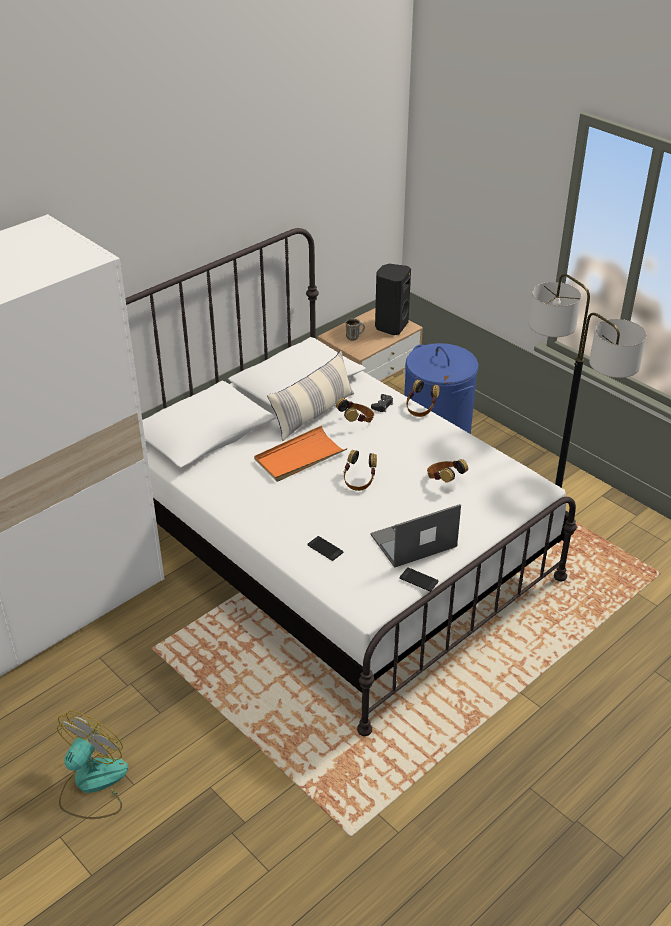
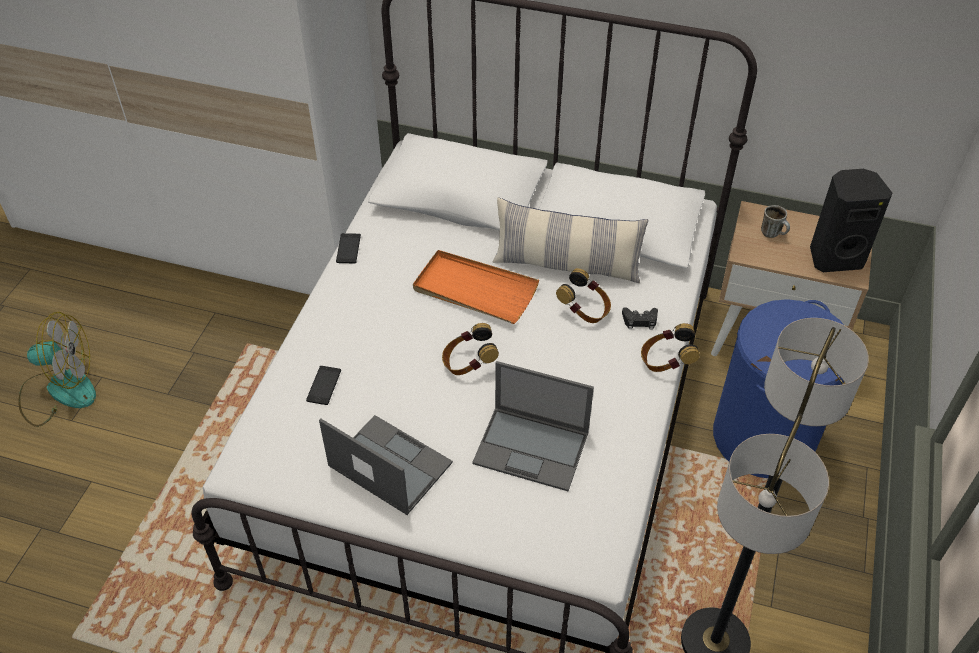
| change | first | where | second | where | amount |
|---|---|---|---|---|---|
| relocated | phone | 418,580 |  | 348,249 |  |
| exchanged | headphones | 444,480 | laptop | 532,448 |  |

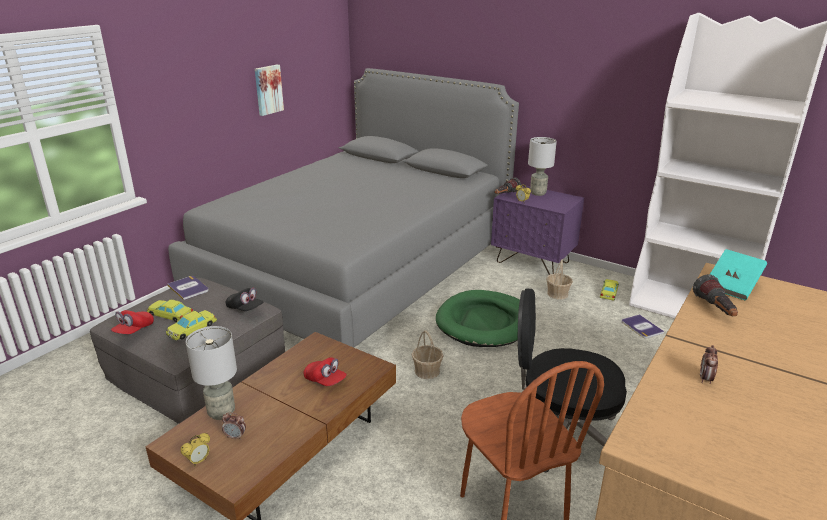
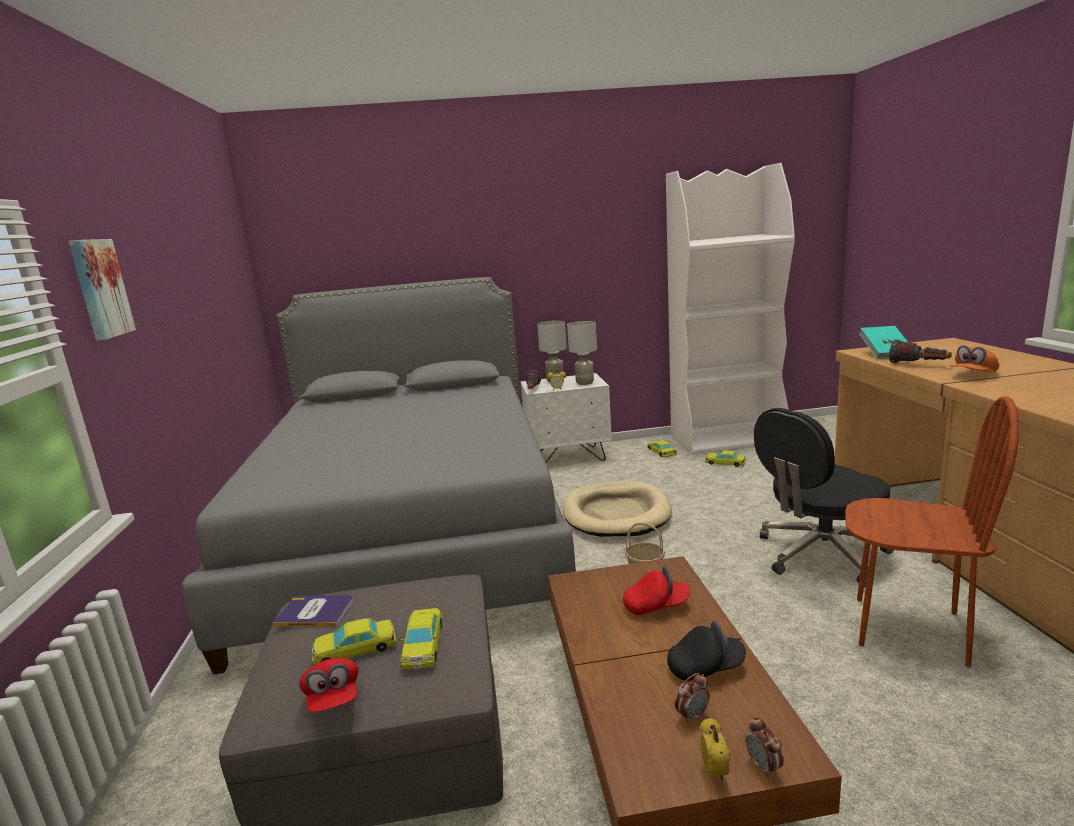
| change | first | where | second | where | amount |
|---|---|---|---|---|---|
| relocated | grey table lamp | 222,413 |  | 585,383 |  |
| relocated | black cap | 245,308 |  | 706,667 |  |
| relocated | picture | 268,89 |  | 99,288 |  |
| colour | green dog bed | 484,322 | beige dog bed | 616,514 |  |
| colour | purple nightstand | 533,263 | white nightstand | 568,457 |  |
| missing | basket | 557,294 |  |  |  |
| exchanged | book | 641,327 | yellow toy car | 725,462 |  |
| relocated | alarm clock | 705,379 |  | 763,767 |  |
| appeared |  |  | orange cap | 973,375 |  |

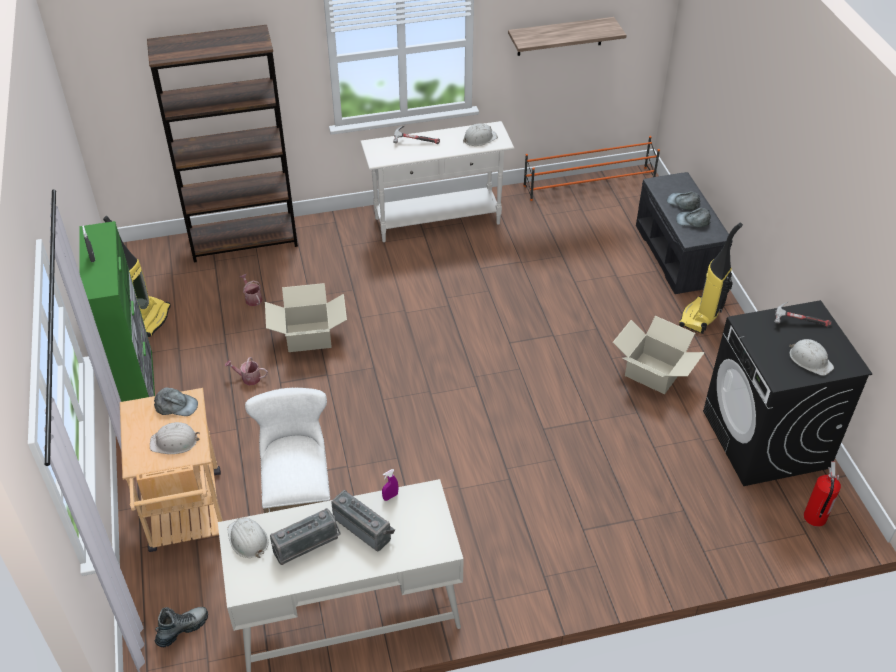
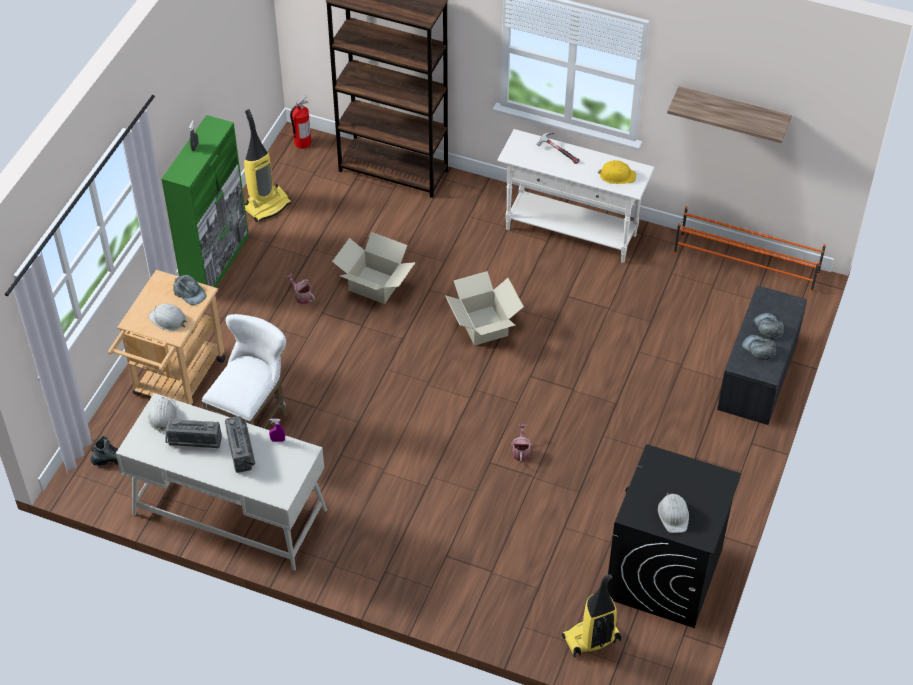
| change | first | where | second | where | amount |
|---|---|---|---|---|---|
| relocated | watering can | 252,298 |  | 521,451 |  |
| colour | white hard hat | 479,138 | yellow hard hat | 617,175 |  |
| relocated | cardboard box | 653,372 |  | 484,325 |  |
| relocated | vacuum cleaner | 701,317 |  | 591,639 |  |
| missing | hammer | 799,322 |  |  |  |
| relocated | fire extinguisher | 814,517 |  | 302,143 |  |

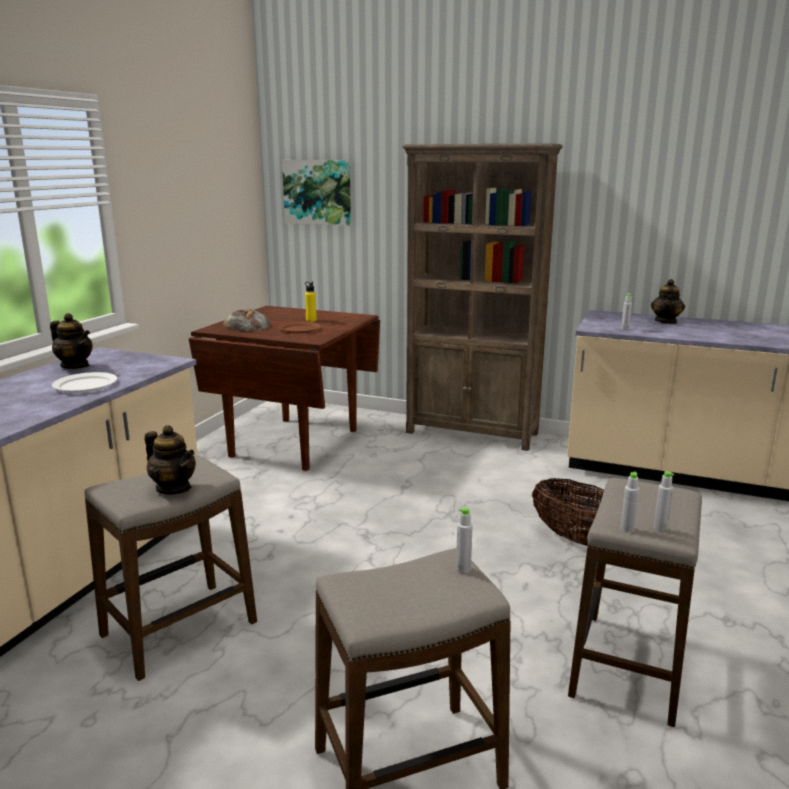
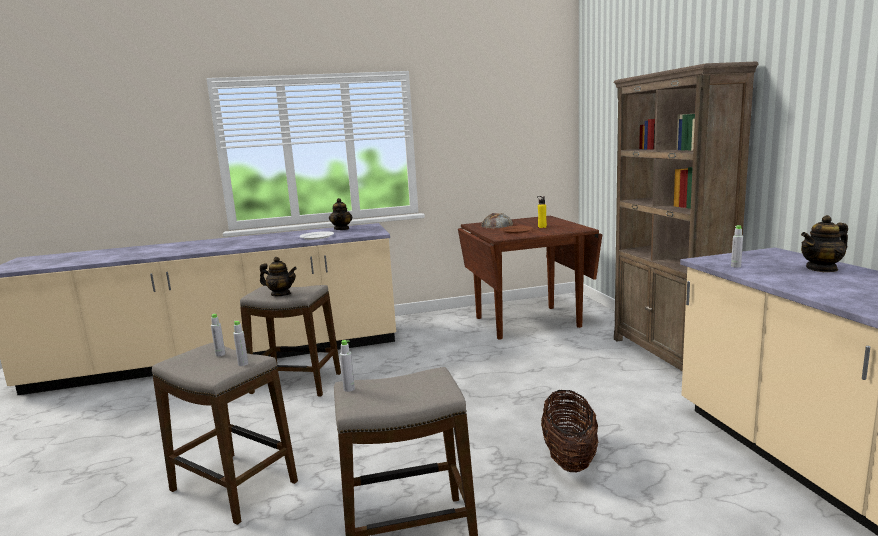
| change | first | where | second | where | amount |
|---|---|---|---|---|---|
| spun | teapot | 174,488 |  | 281,294 | 75 degrees counterclockwise |
| missing | picture | 317,192 |  |  |  |
| relocated | grey bottle | 660,527 |  | 220,354 |  |

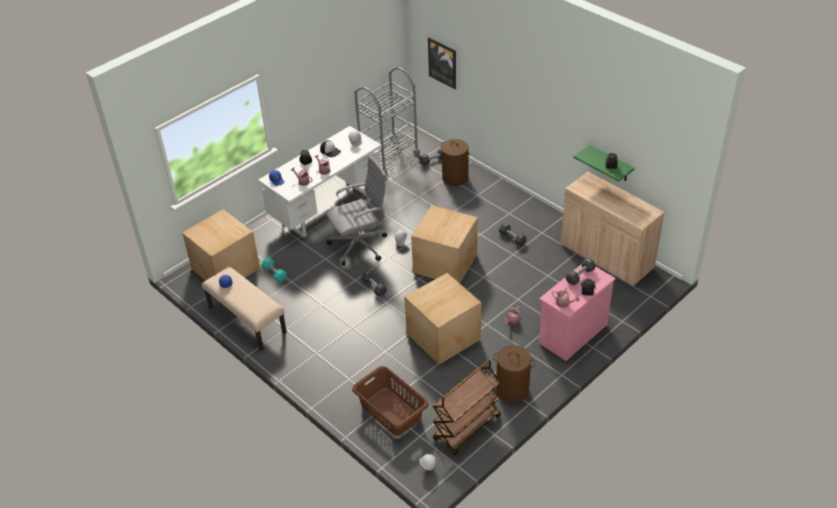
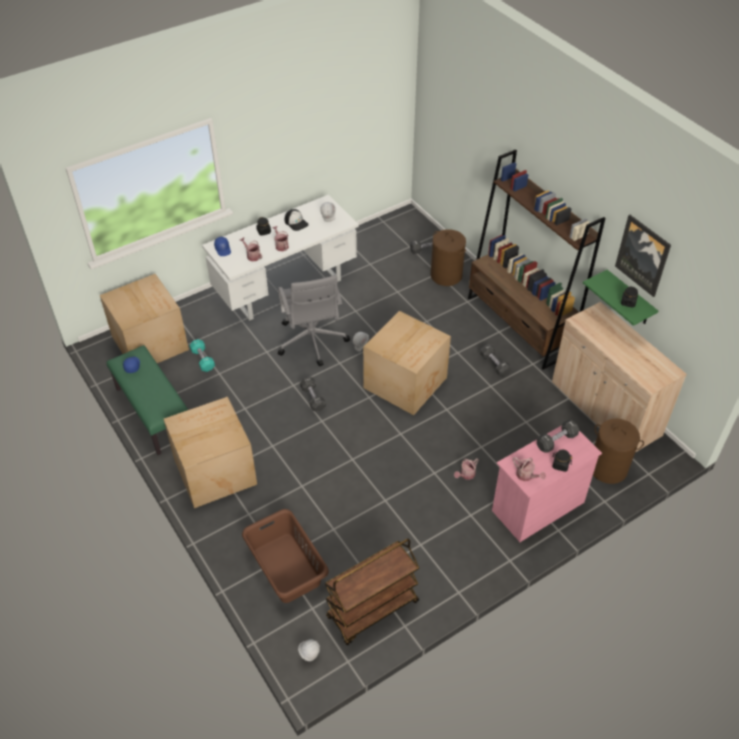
| change | first | where | second | where | amount |
|---|---|---|---|---|---|
| colour | beige bench | 246,320 | green bench | 153,413 |  |
| spun | grey office chair | 360,245 |  | 312,342 | 90 degrees clockwise |
| missing | grey cart | 389,156 |  |  |  |
| relocated | cardboard box | 442,336 |  | 213,471 |  |
| relocated | picture | 442,62 |  | 643,255 |  |
| relocated | brown laundry basket | 512,389 |  | 608,468 |  |
| appeared |  |  | brown bookcase | 519,325 |  |

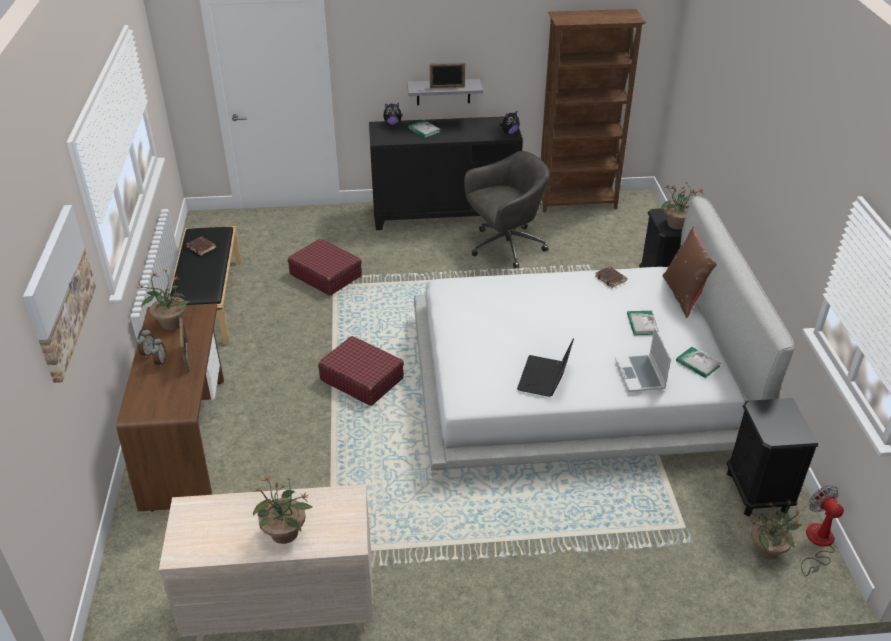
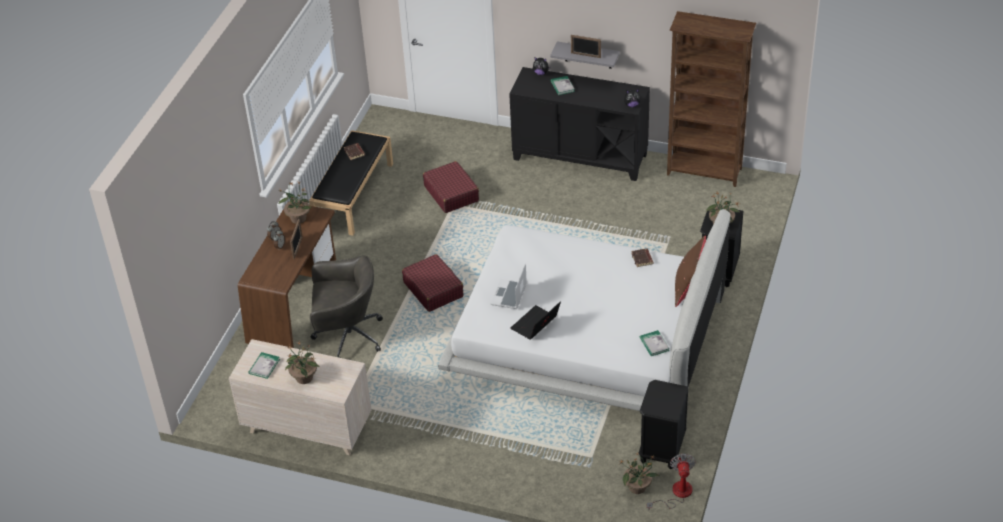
| change | first | where | second | where | amount |
|---|---|---|---|---|---|
| missing | picture | 58,291 |  |  |  |
| relocated | grey office chair | 505,247 |  | 347,336 |  |
| relocated | laptop | 640,375 |  | 509,295 |  |
| relocated | book | 642,324 |  | 264,366 |  |

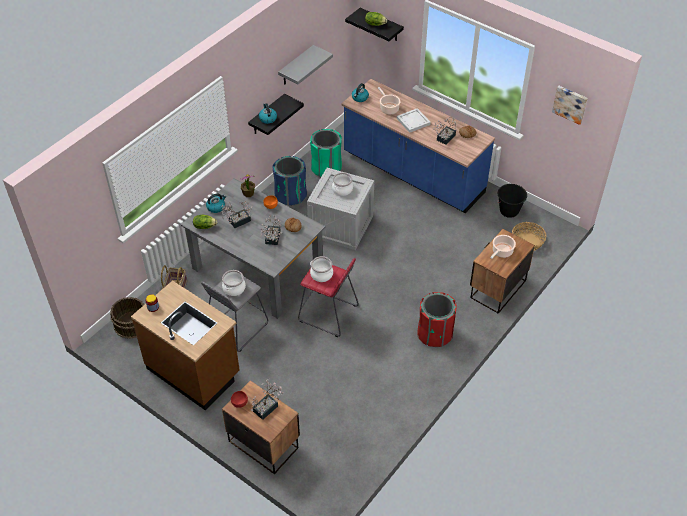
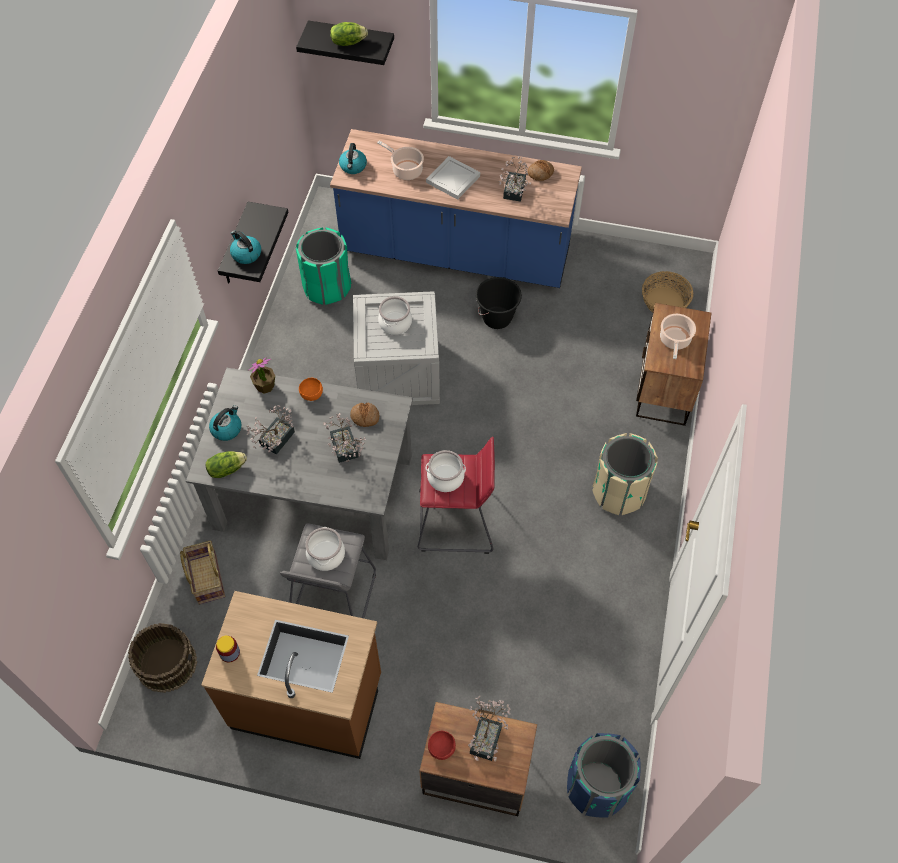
| change | first | where | second | where | amount |
|---|---|---|---|---|---|
| relocated | blue trash can | 290,195 |  | 597,786 |  |
| missing | grey shelf | 296,66 |  |  |  |
| colour | red trash can | 435,334 | beige trash can | 619,492 |  |
| relocated | black bucket | 509,211 |  | 497,318 |  |
| missing | picture | 570,104 |  |  |  |

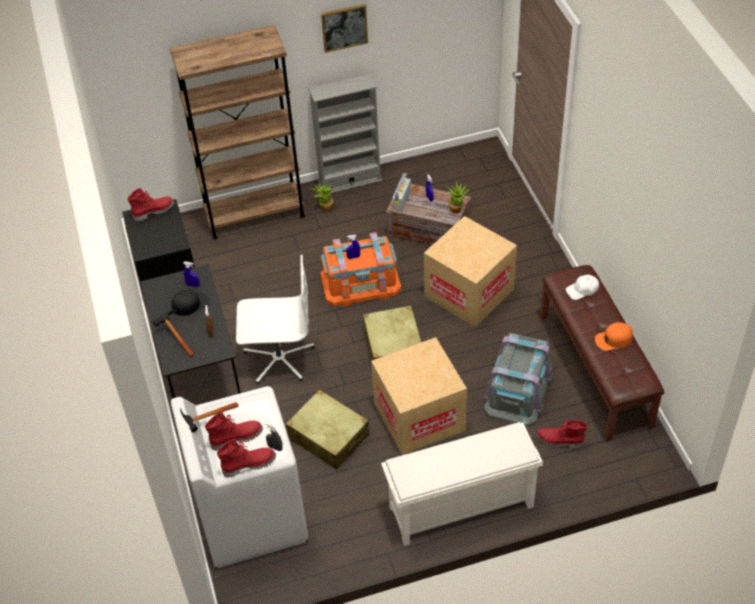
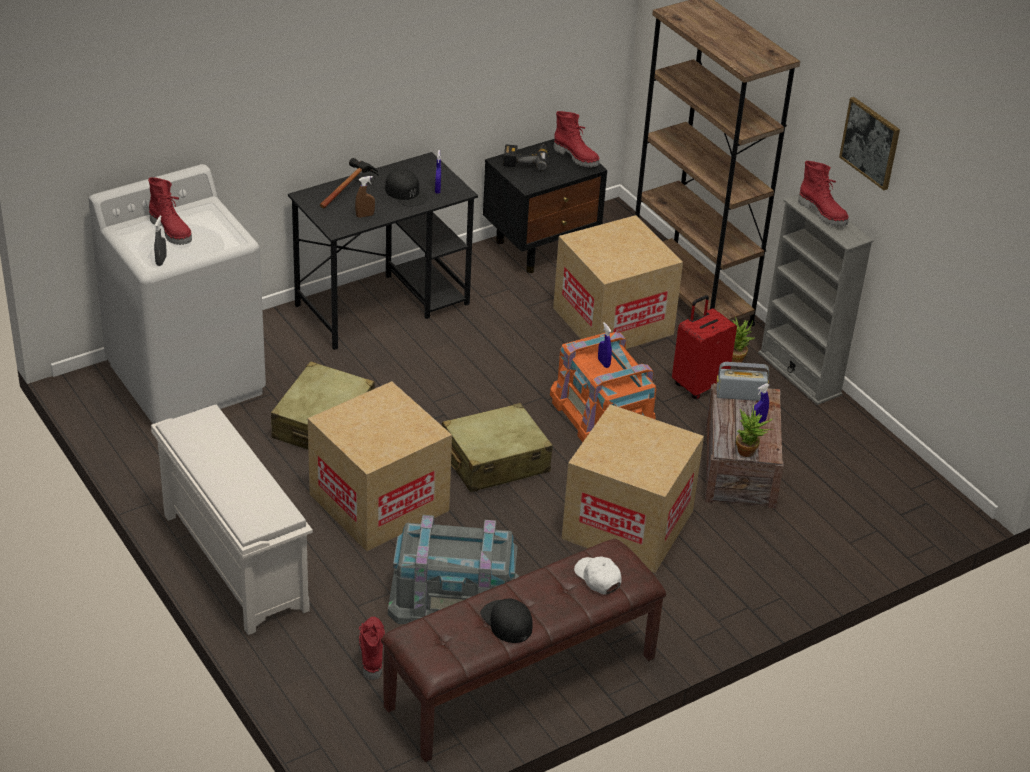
| change | first | where | second | where | amount |
|---|---|---|---|---|---|
| missing | hammer | 205,423 |  |  |  |
| relocated | red boot | 249,464 |  | 823,213 |  |
| missing | white office chair | 279,358 |  |  |  |
| colour | orange cap | 613,339 | black cap | 506,621 |  |
| appeared |  |  | power drill | 526,160 |  |
| appeared |  |  | cardboard box | 613,321 |  |
| appeared |  |  | red suitcase | 698,385 |  |

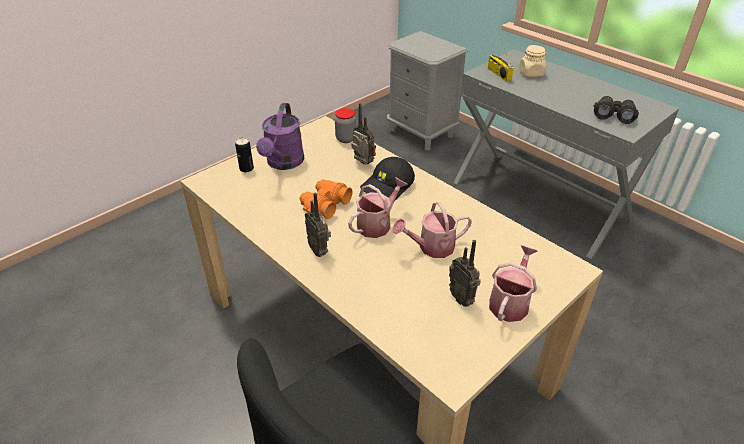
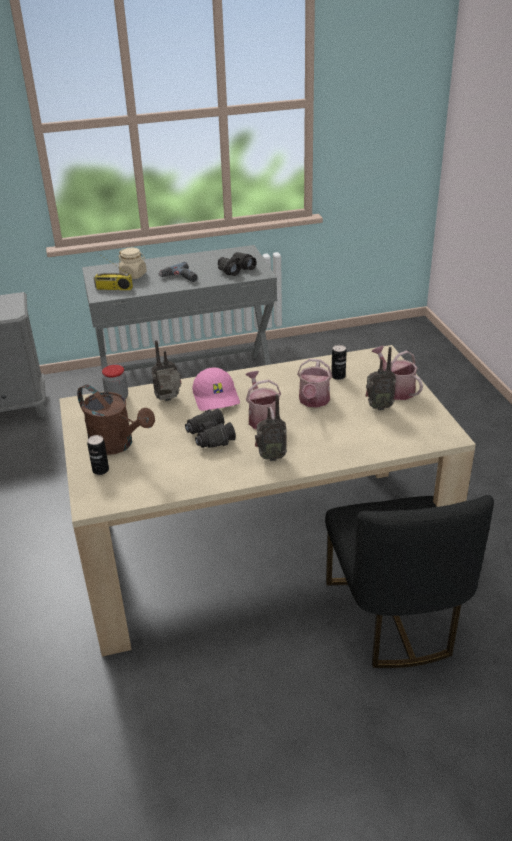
| change | first | where | second | where | amount |
|---|---|---|---|---|---|
| colour | purple watering can | 283,163 | brown watering can | 117,445 |  |
| colour | orange binoculars | 325,205 | black binoculars | 209,437 |  |
| colour | black cap | 388,187 | pink cap | 217,397 |  |
| appeared |  |  | power drill | 179,278 |  |
| appeared |  |  | can | 338,376 |  |

